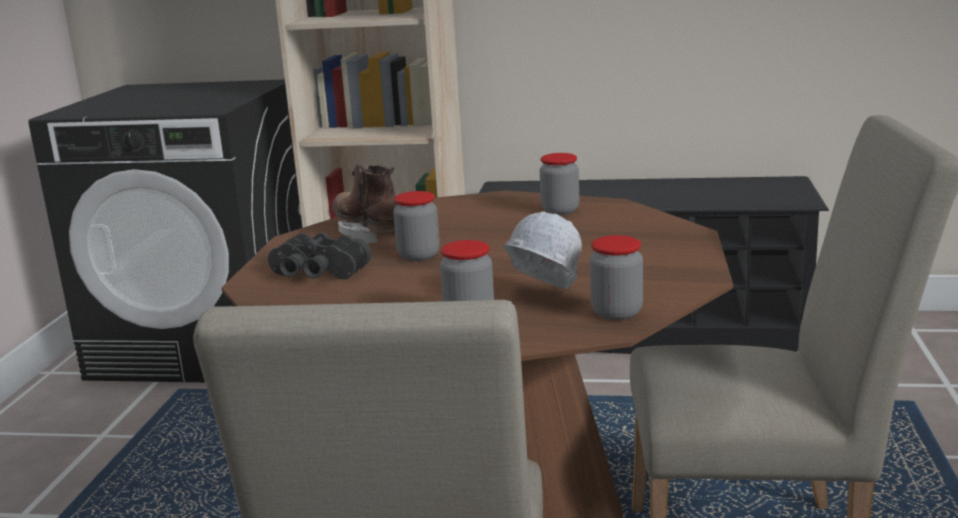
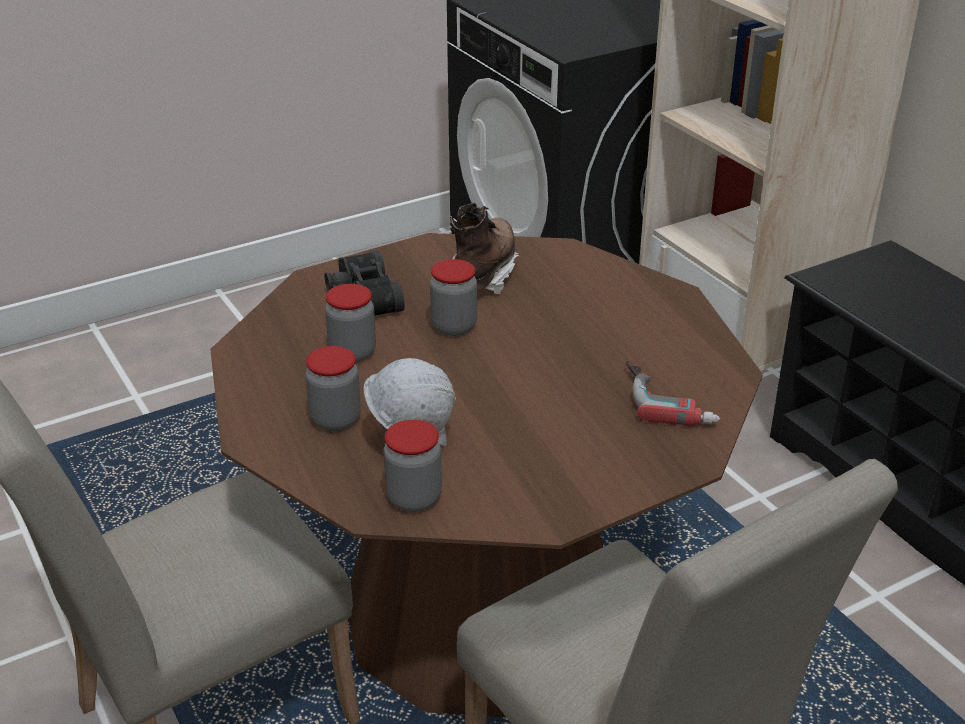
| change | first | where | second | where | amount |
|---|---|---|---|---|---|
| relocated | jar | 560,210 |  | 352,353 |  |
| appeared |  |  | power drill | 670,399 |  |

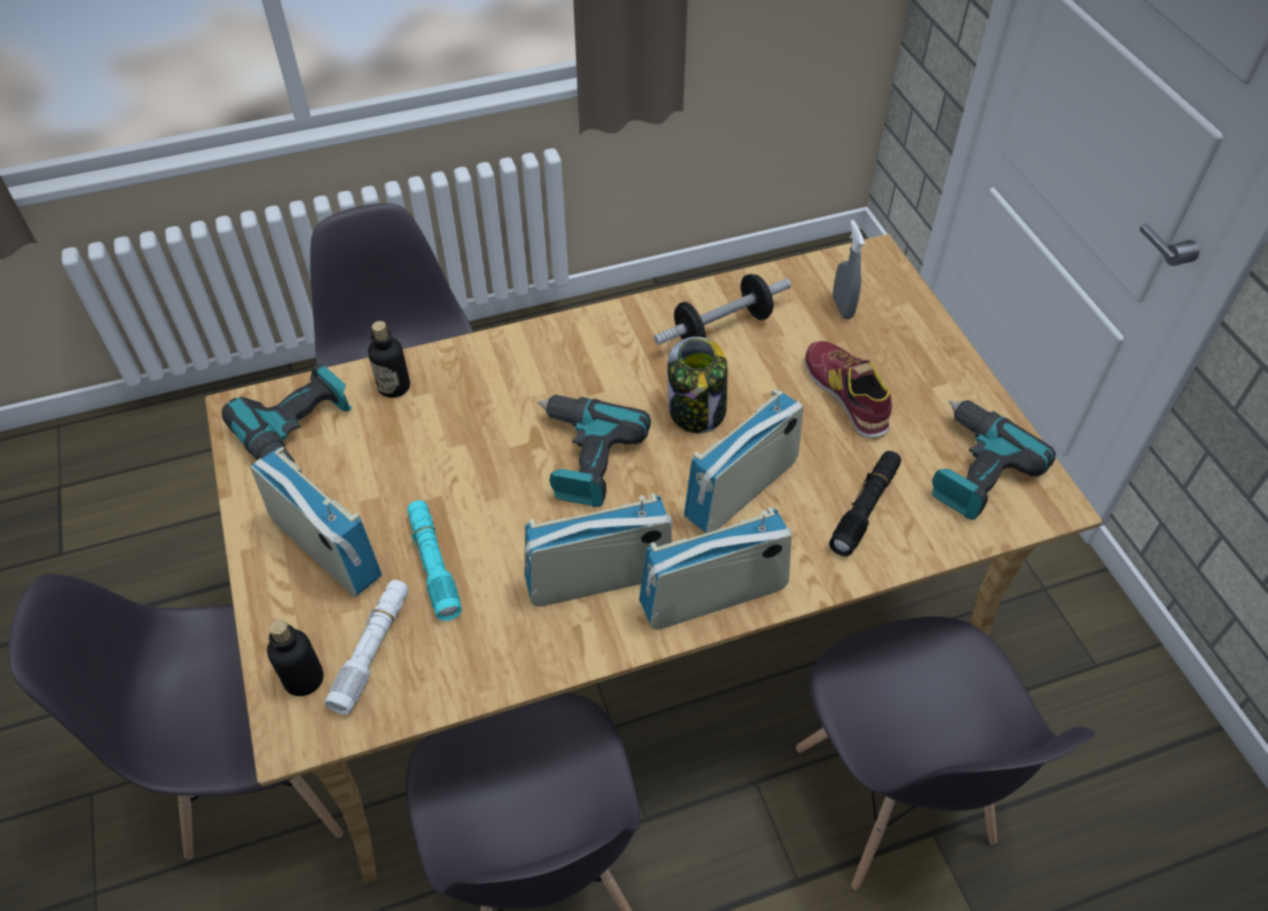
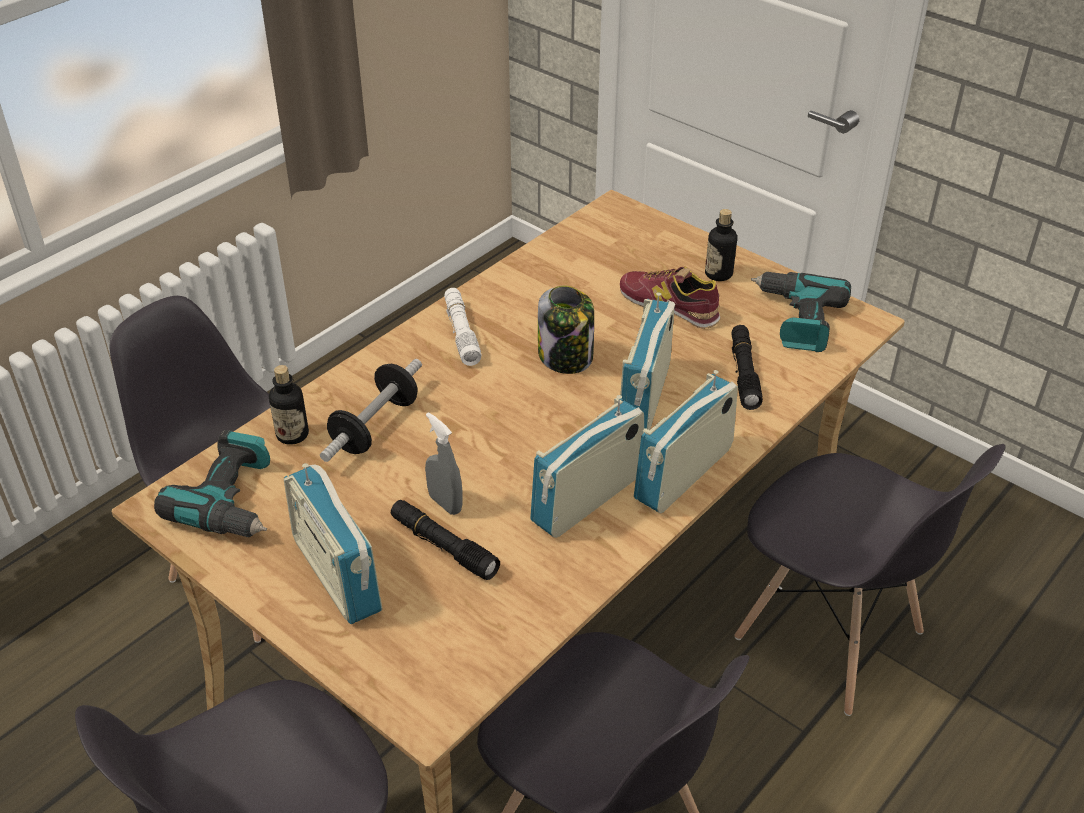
| change | first | where | second | where | amount |
|---|---|---|---|---|---|
| spun | radio | 326,549 |  | 337,575 | 135 degrees counterclockwise |
| relocated | bottle | 304,679 |  | 718,274 |  |
| relocated | white flashlight | 372,650 |  | 461,333 |  |
| colour | turquoise flashlight | 434,565 | black flashlight | 443,546 |  |
| missing | power drill | 583,457 |  |  |  |
| relocated | dumbbell | 722,328 |  | 375,426 |  |
| relocated | grey spray bottle | 842,307 |  | 445,503 |  |

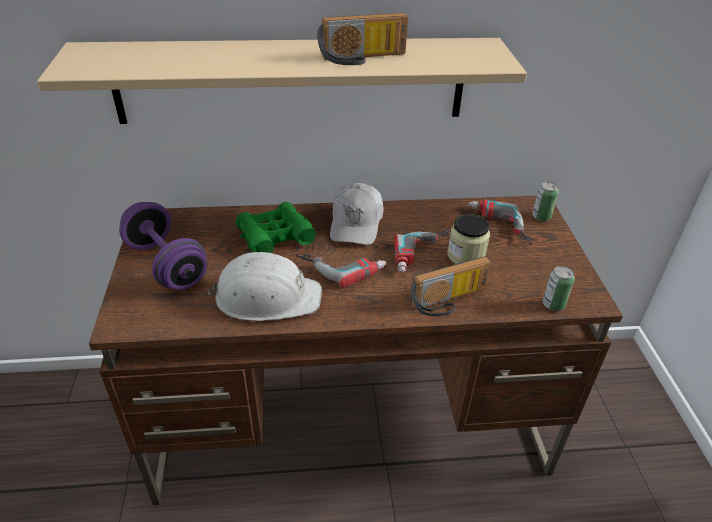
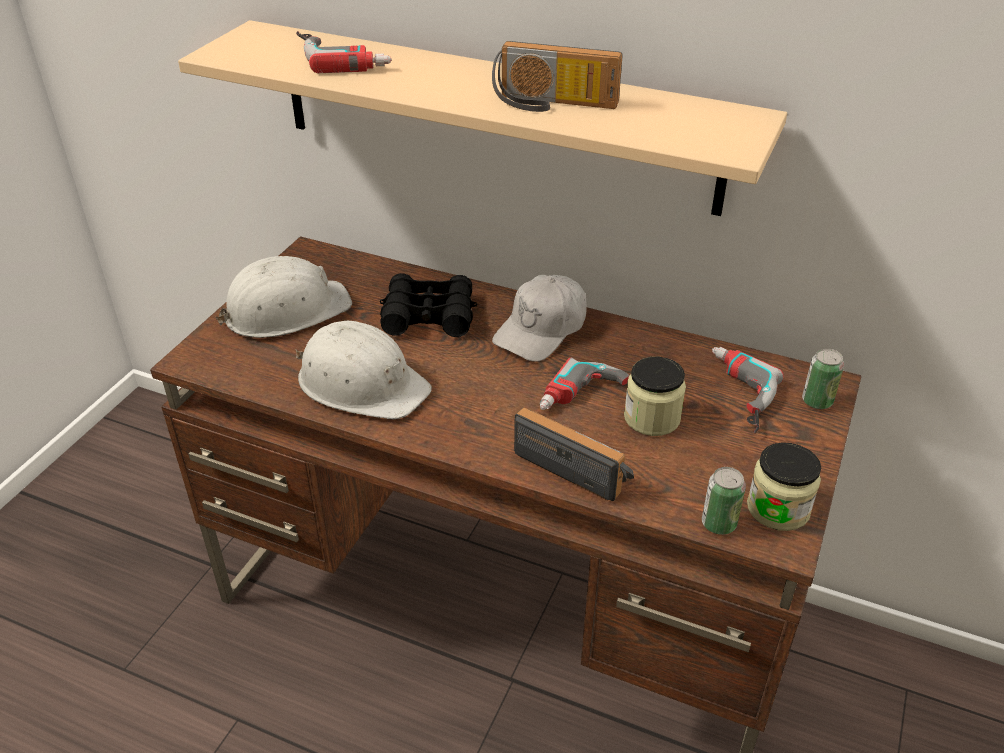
| change | first | where | second | where | amount |
|---|---|---|---|---|---|
| exchanged | purple dumbbell | 167,264 | white hard hat | 286,310 |  |
| colour | green binoculars | 275,237 | black binoculars | 428,316 |  |
| relocated | power drill | 341,265 |  | 343,56 |  |
| spun | radio | 450,302 |  | 576,468 | 150 degrees counterclockwise |
| appeared |  |  | jar | 778,508 |  |

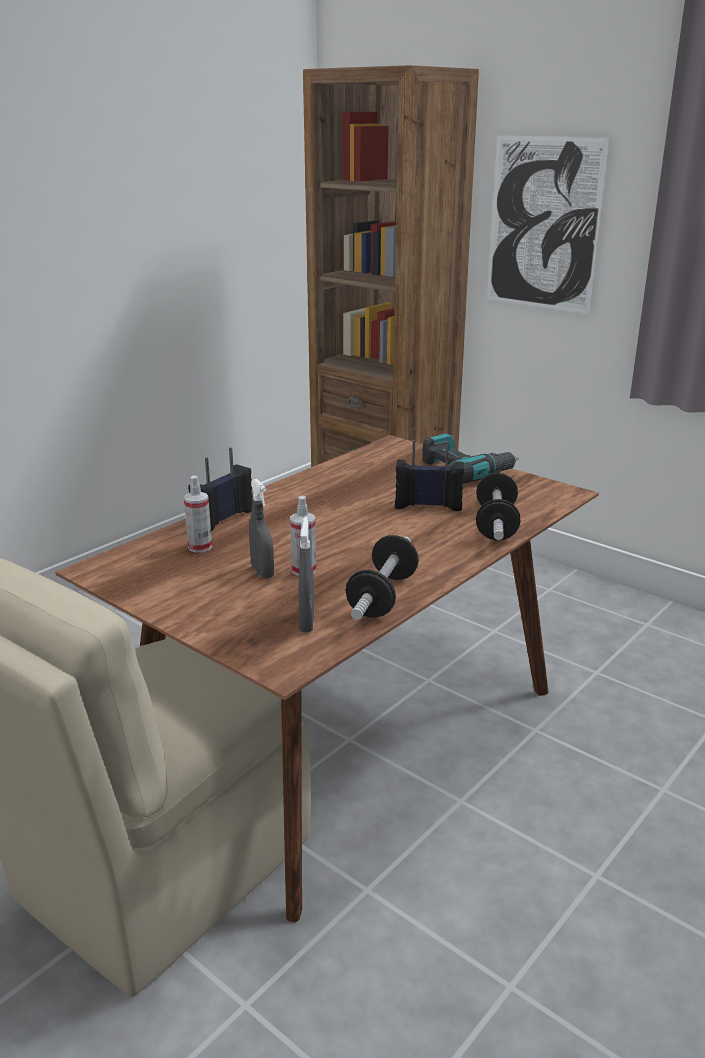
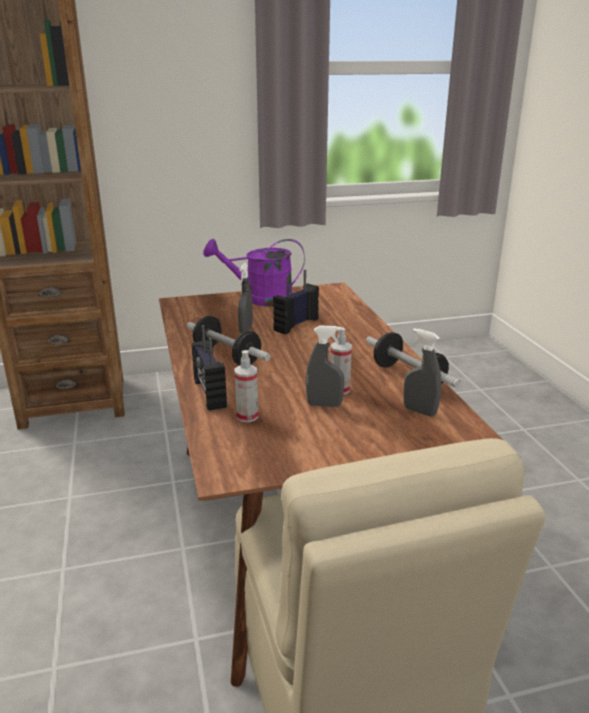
| change | first | where | second | where | amount |
|---|---|---|---|---|---|
| exchanged | power drill | 465,471 | purple watering can | 260,299 |  |
| relocated | dumbbell | 496,524 |  | 227,356 |  |
| missing | picture | 543,224 |  |  |  |
| appeared |  |  | grey spray bottle | 246,329 |  |

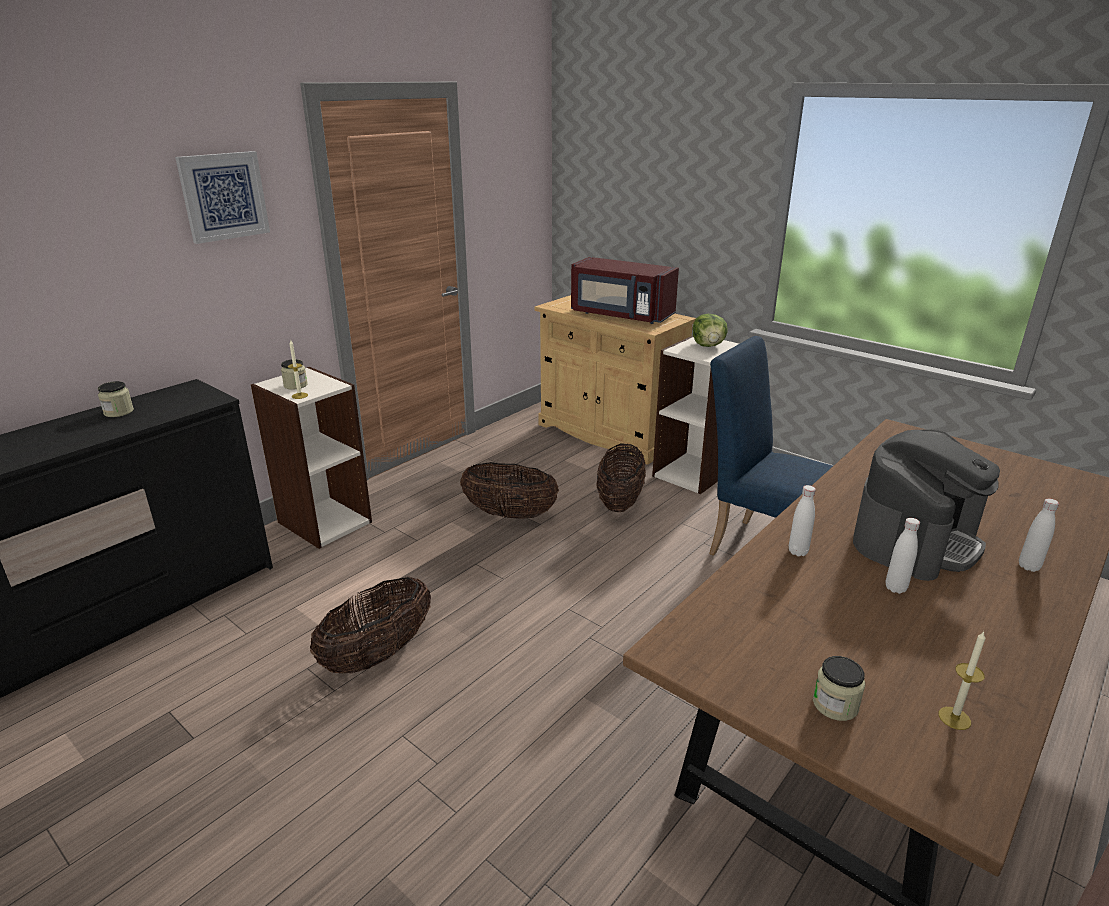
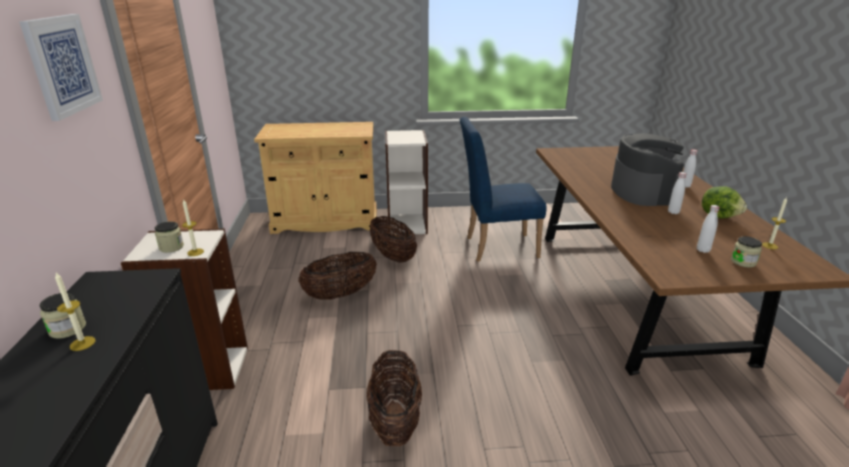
| change | first | where | second | where | amount |
|---|---|---|---|---|---|
| missing | red microwave | 620,315 |  |  |  |
| relocated | lettuce | 708,346 |  | 719,216 |  |
| relocated | white bottle | 798,552 |  | 703,250 |  |
| appeared |  |  | candle | 82,343 |  |

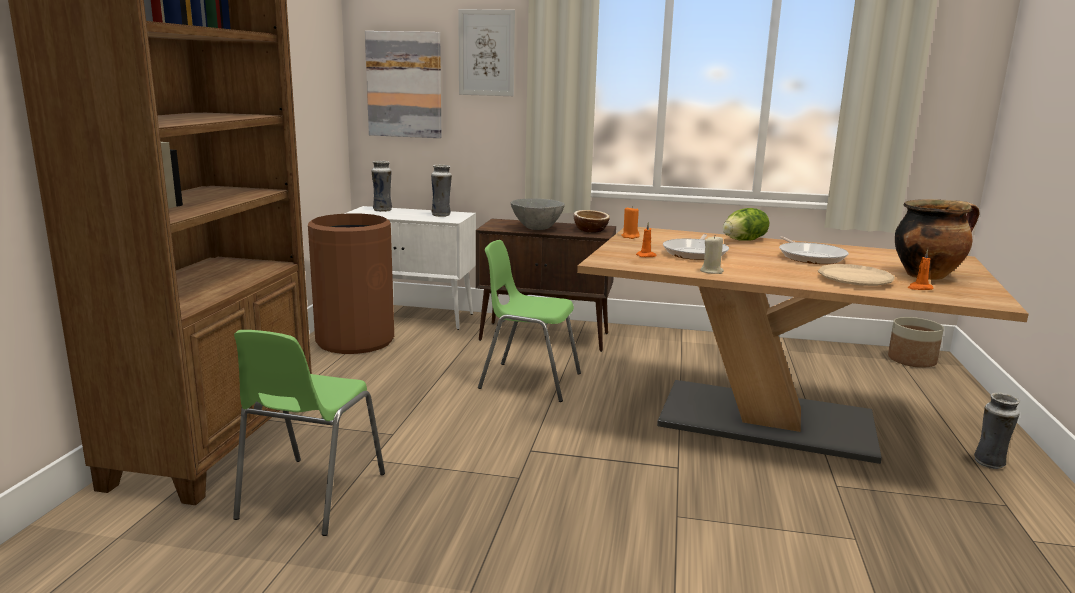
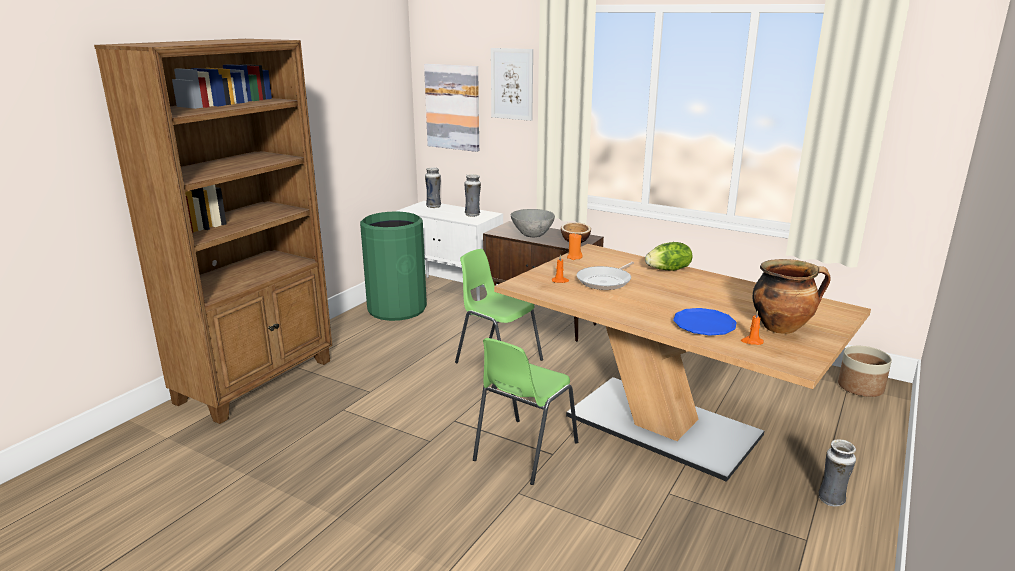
| change | first | where | second | where | amount |
|---|---|---|---|---|---|
| relocated | green chair | 310,496 |  | 524,451 |  |
| colour | brown trash can | 355,340 | green trash can | 397,309 |  |
| missing | beige candle | 711,271 |  |  |  |
| missing | frying pan | 810,257 |  |  |  |
| colour | beige plate | 854,280 | blue plate | 704,326 |  |

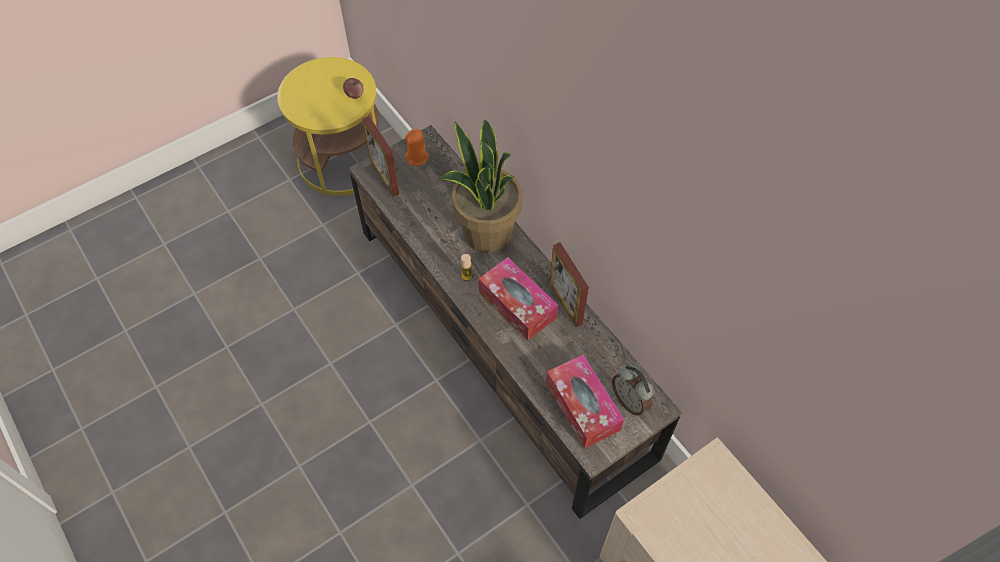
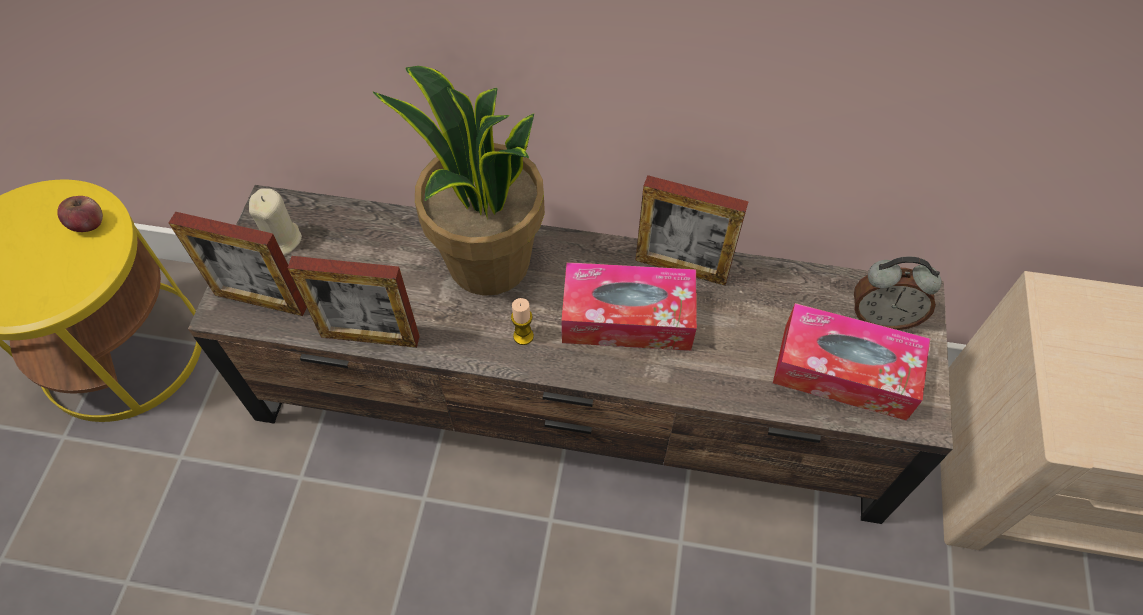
| change | first | where | second | where | amount |
|---|---|---|---|---|---|
| colour | orange candle | 417,157 | beige candle | 282,239 |  |
| appeared |  |  | picture frame | 370,336 |  |

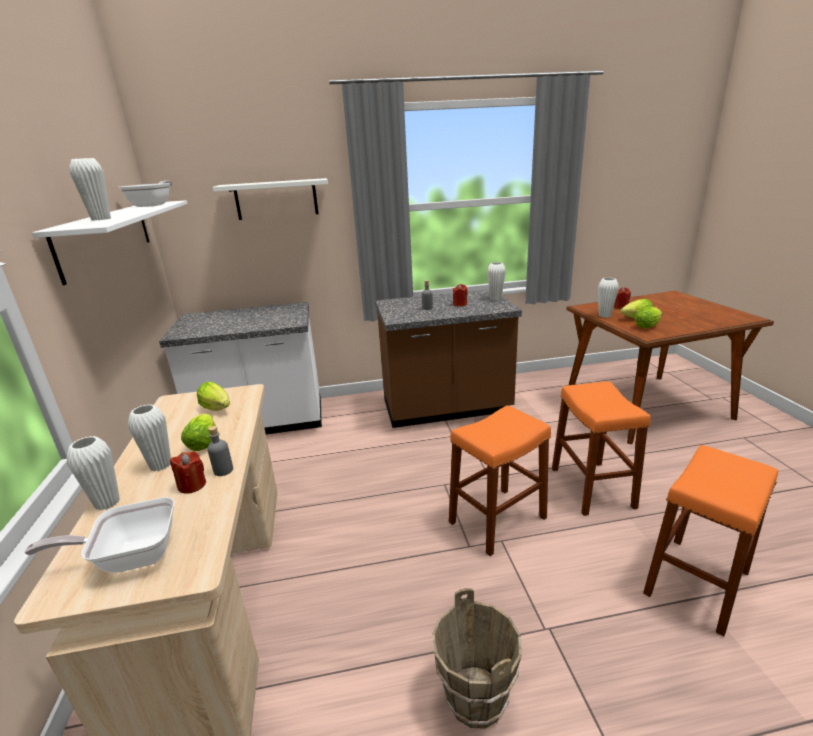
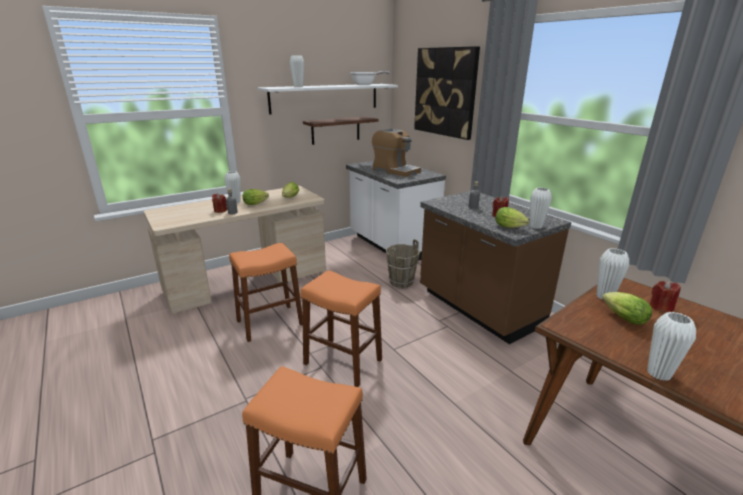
| change | first | where | second | where | amount |
|---|---|---|---|---|---|
| missing | frying pan | 130,556 |  |  |  |
| relocated | white vase | 107,503 |  | 658,373 |  |
| exchanged | white shelf | 276,199 | picture | 445,92 |  |
| relocated | brown bucket | 475,698 |  | 401,282 |  |
| relocated | orange stool | 592,487 |  | 269,322 |  |
| relocated | lettuce | 648,326 |  | 511,227 |  |
| appeared |  |  | brown shelf | 335,130 |  |
| appeared |  |  | coffee machine | 395,170 |  |

